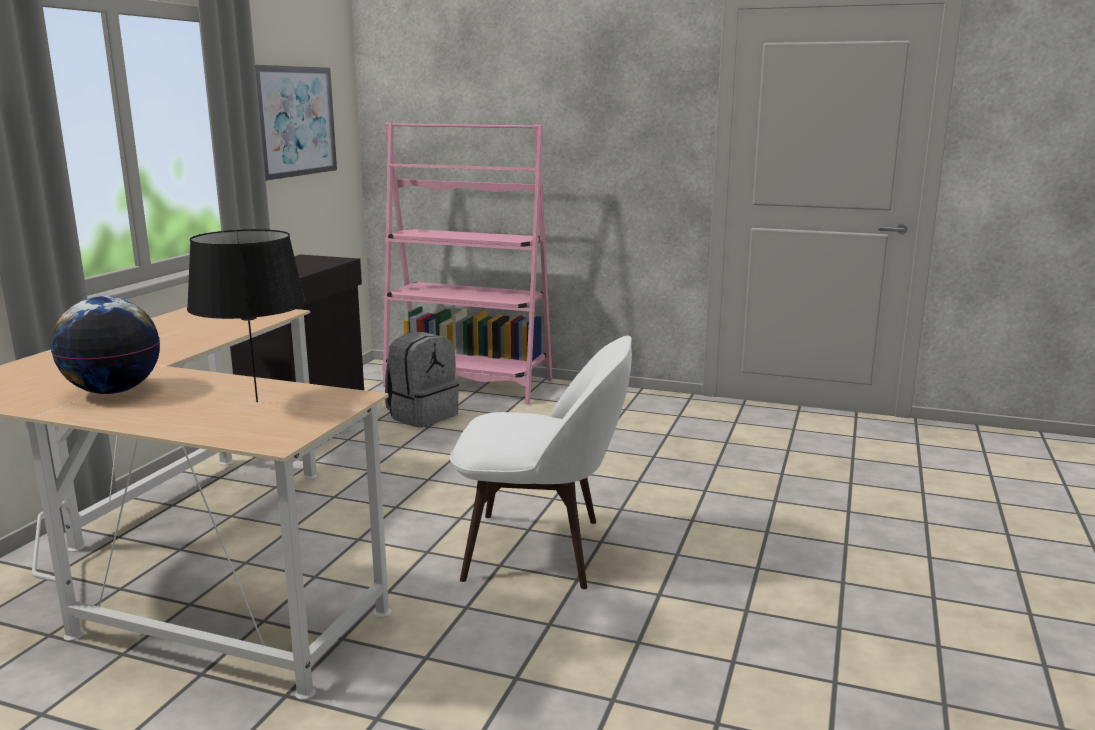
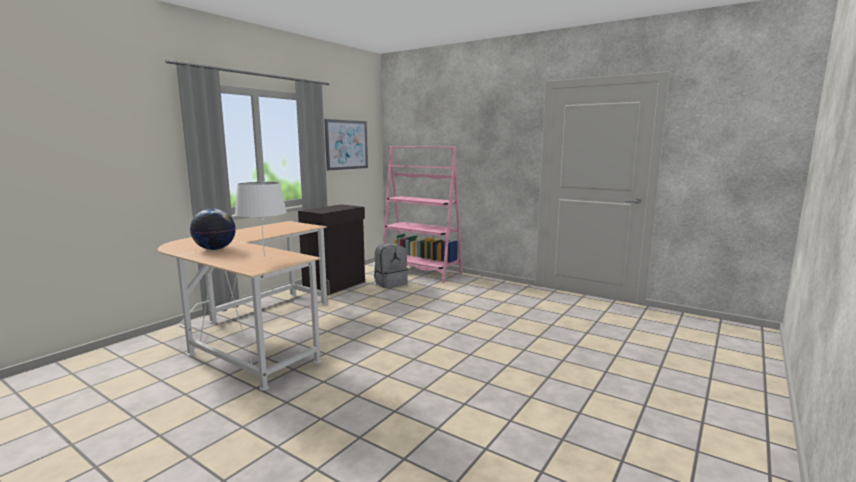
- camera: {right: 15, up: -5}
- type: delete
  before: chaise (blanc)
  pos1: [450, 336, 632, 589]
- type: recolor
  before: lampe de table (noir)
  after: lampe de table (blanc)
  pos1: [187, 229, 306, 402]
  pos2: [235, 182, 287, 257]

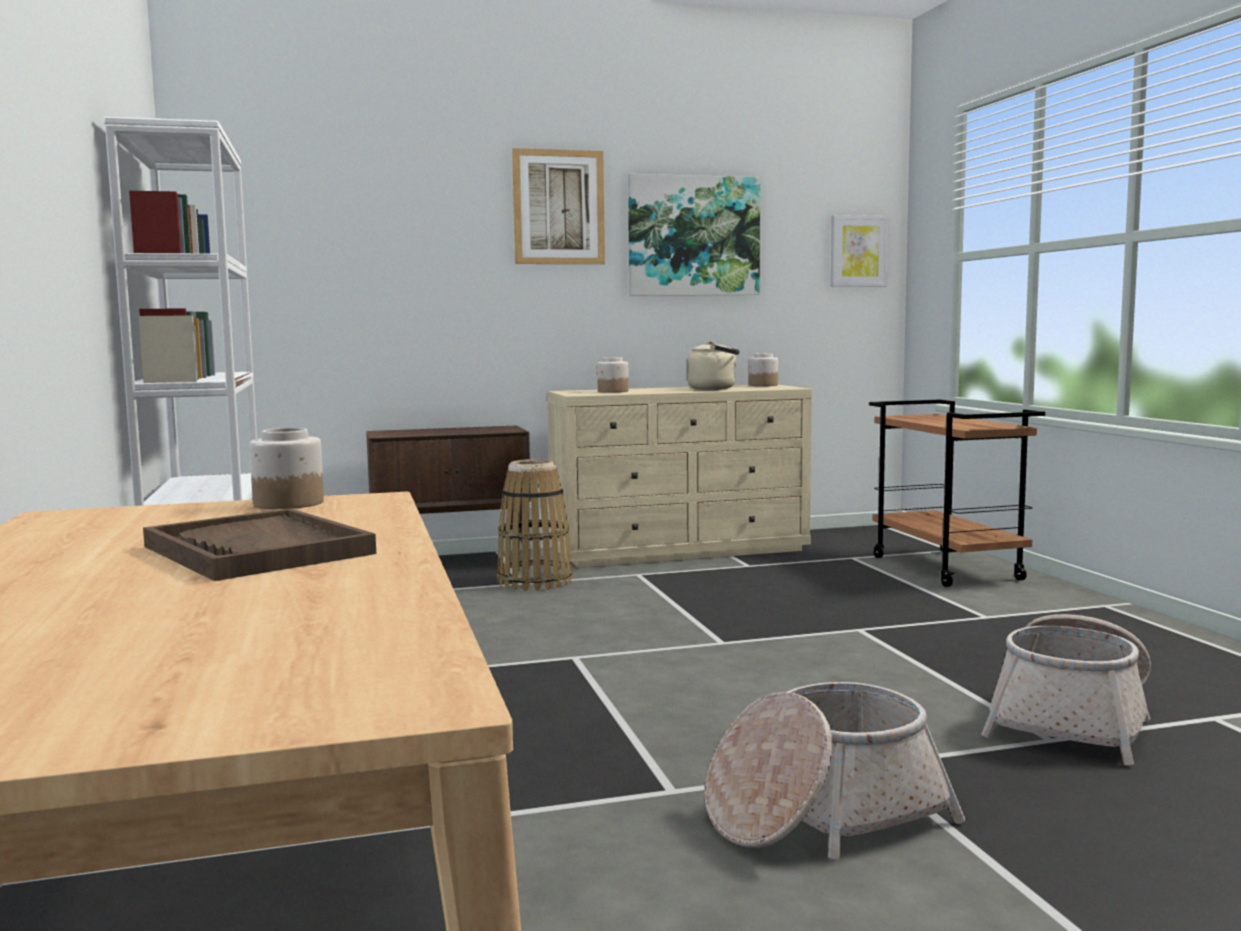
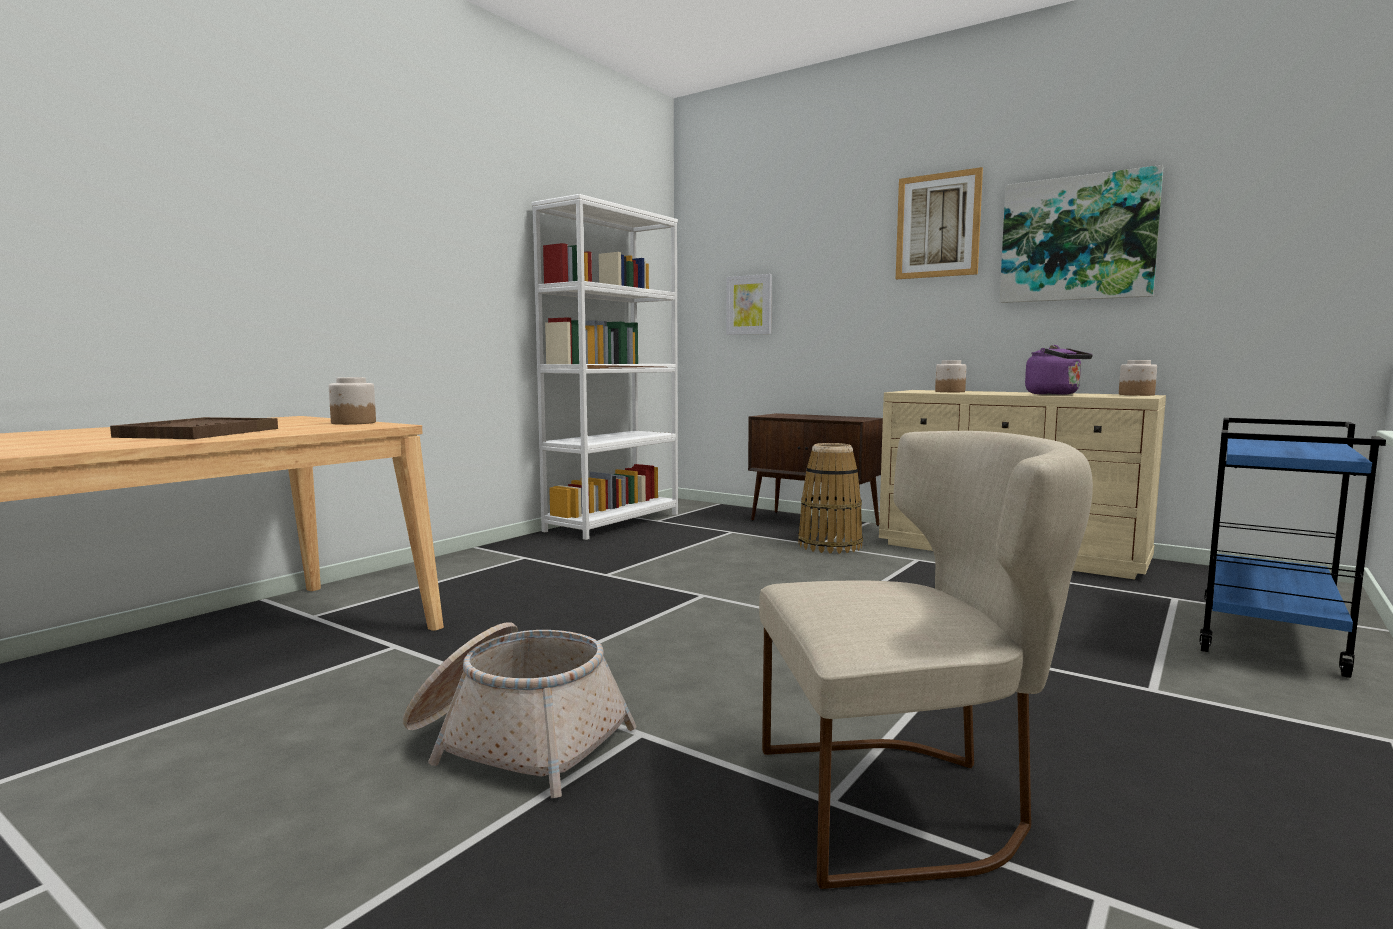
- camera: {right: 50, up: 0}
- type: move
  before: tableau
  pos1: [831, 215, 889, 287]
  pos2: [726, 274, 772, 335]
- type: replace
  before: panier
  after: chaise (beige)
  pos1: [981, 614, 1151, 765]
  pos2: [759, 431, 1093, 889]
- type: recolor
  before: bouilloire (beige)
  after: bouilloire (violet)
  pos1: [687, 341, 739, 390]
  pos2: [1025, 345, 1093, 395]
- type: recolor
  before: chariot (marron)
  after: chariot (bleu)
  pos1: [869, 399, 1045, 587]
  pos2: [1200, 418, 1386, 678]

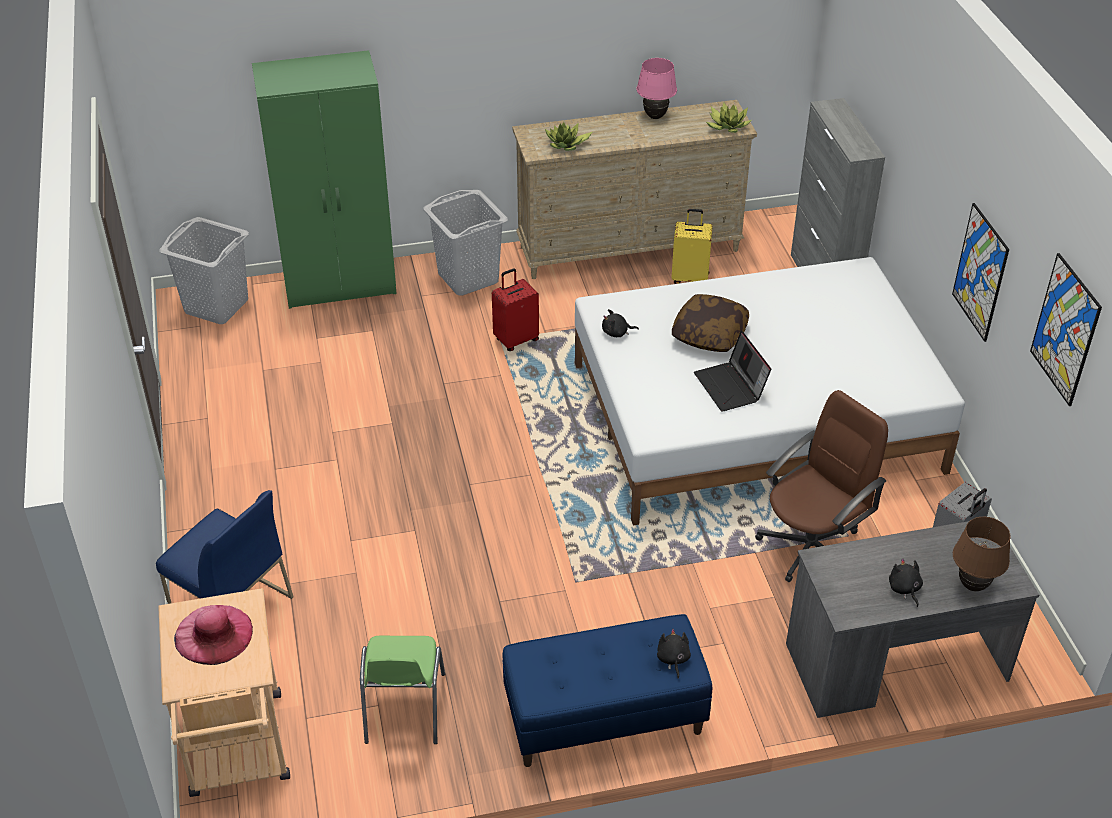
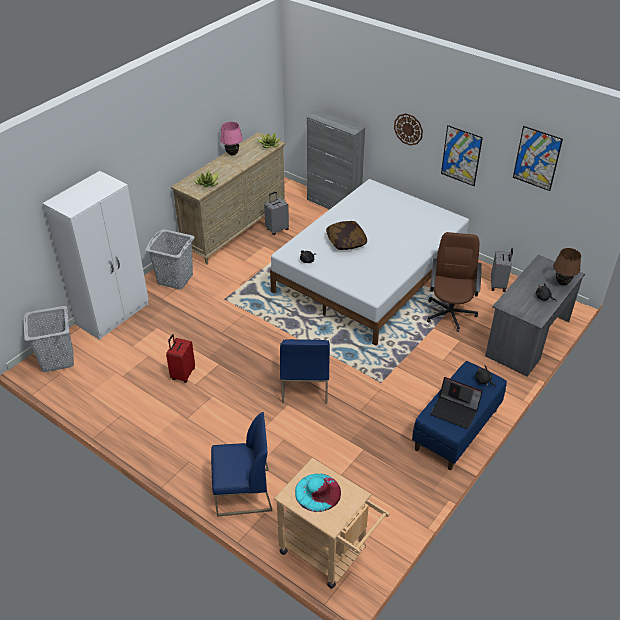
- camera: {right: -40, up: 0}
- type: delete
  before: chaise (vert)
  pos1: [360, 636, 445, 744]
- type: insert
  after: chaise (bleu)
  pos2: [280, 339, 330, 404]
- type: insert
  after: horloge murale
  pos2: [394, 113, 423, 146]
- type: move
  before: valise (rouge)
  pos1: [492, 269, 539, 351]
  pos2: [166, 334, 195, 383]
- type: move
  before: ordinateur portable
  pos1: [694, 331, 771, 412]
  pos2: [430, 377, 483, 429]
- type: recolor
  before: chapeau (rose)
  after: chapeau (turquoise)
  pos1: [174, 605, 253, 665]
  pos2: [295, 474, 341, 512]
- type: recolor
  before: armoire (vert)
  after: armoire (blanc)
  pos1: [252, 50, 397, 309]
  pos2: [43, 171, 149, 340]
- type: recolor
  before: valise (jaune)
  after: valise (gris)
  pos1: [671, 209, 713, 284]
  pos2: [264, 192, 289, 235]

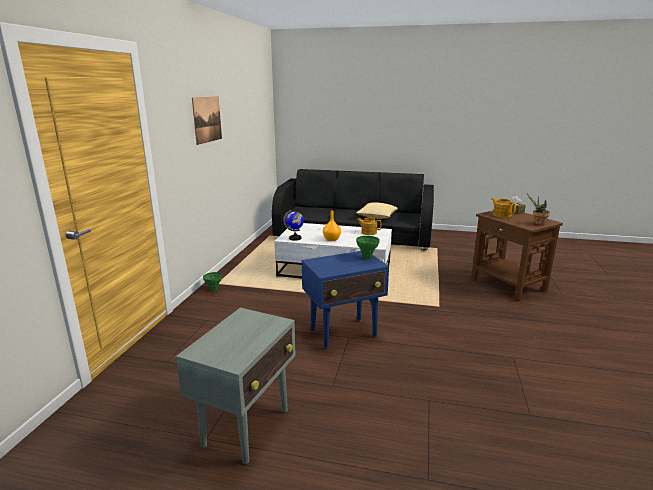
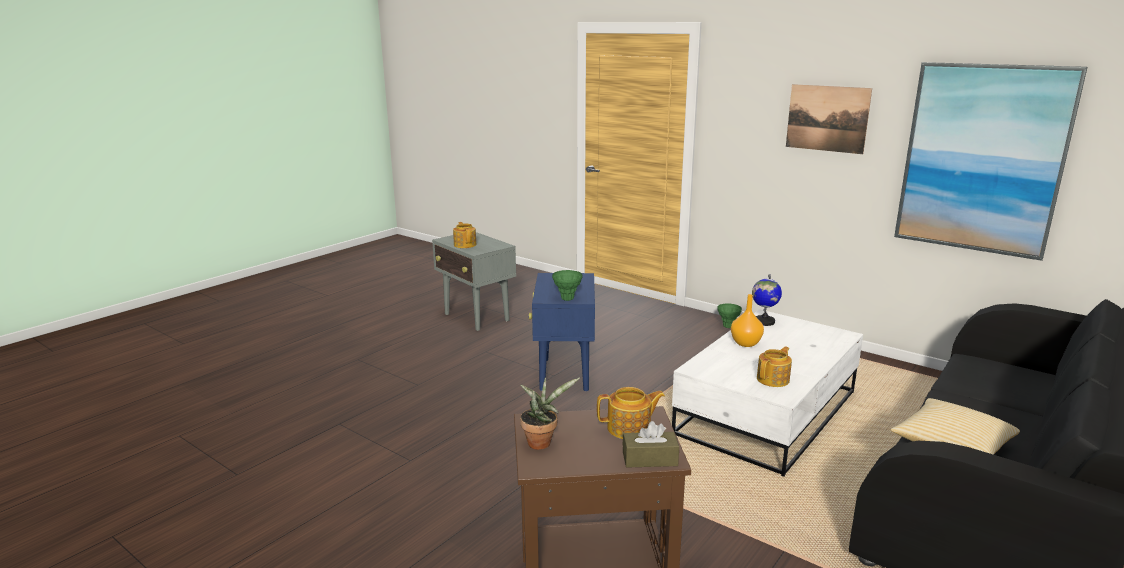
- camera: {right: 115, up: 0}
- type: insert
  after: théière
  pos2: [453, 222, 476, 248]
- type: insert
  after: tableau
  pos2: [894, 62, 1087, 261]

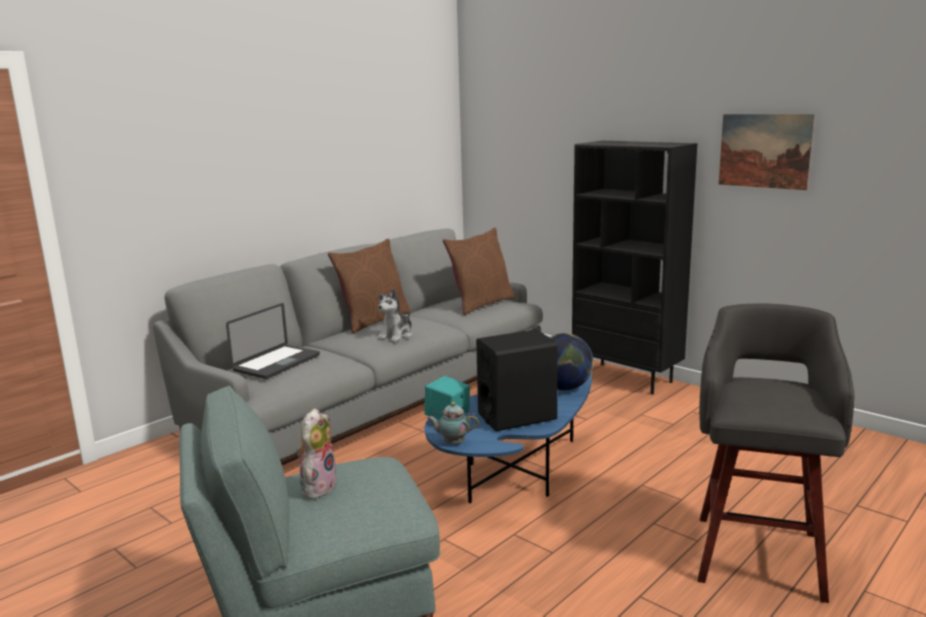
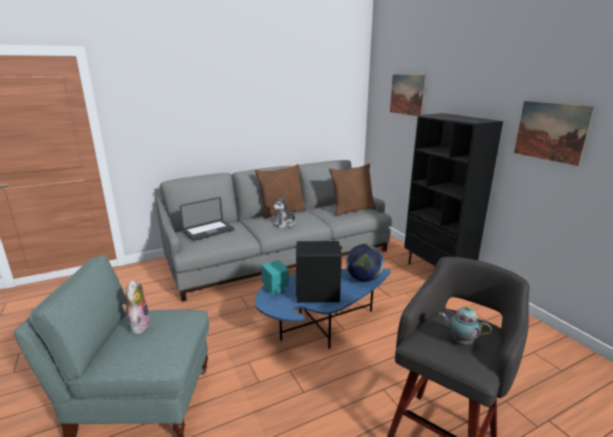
- camera: {right: 20, up: 5}
- type: insert
  after: tableau
  pos2: [390, 74, 426, 116]
- type: move
  before: théière
  pos1: [427, 402, 479, 443]
  pos2: [439, 306, 492, 344]
- type: rotate
  before: peluche
  pos1: [296, 408, 337, 499]
  pos2: [122, 280, 151, 334]
  turn: -45

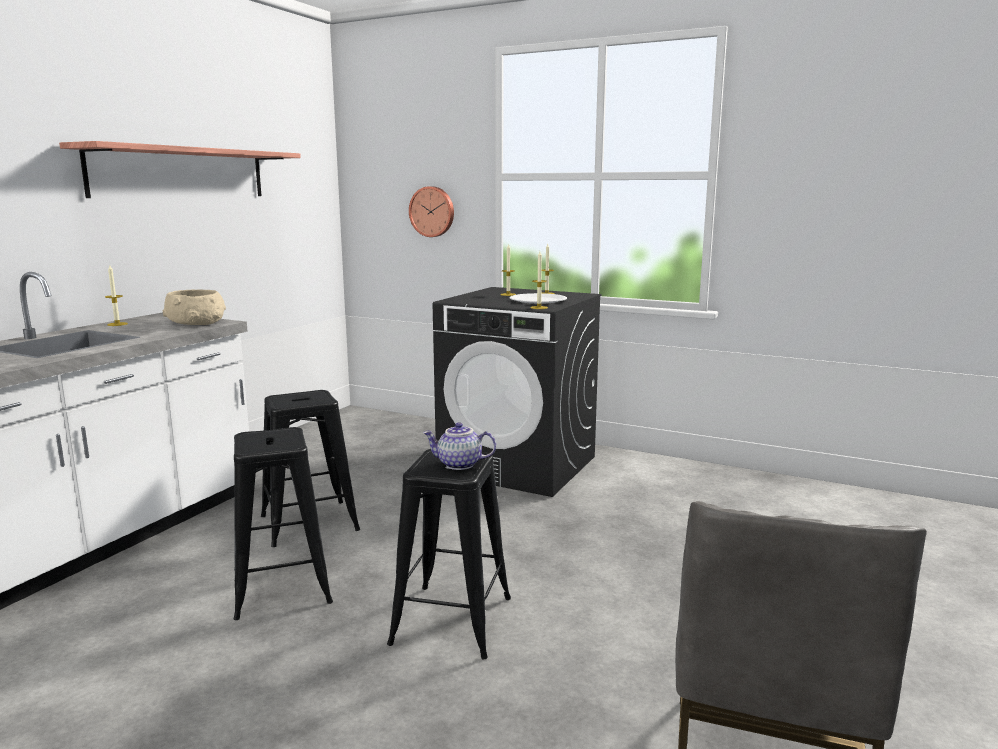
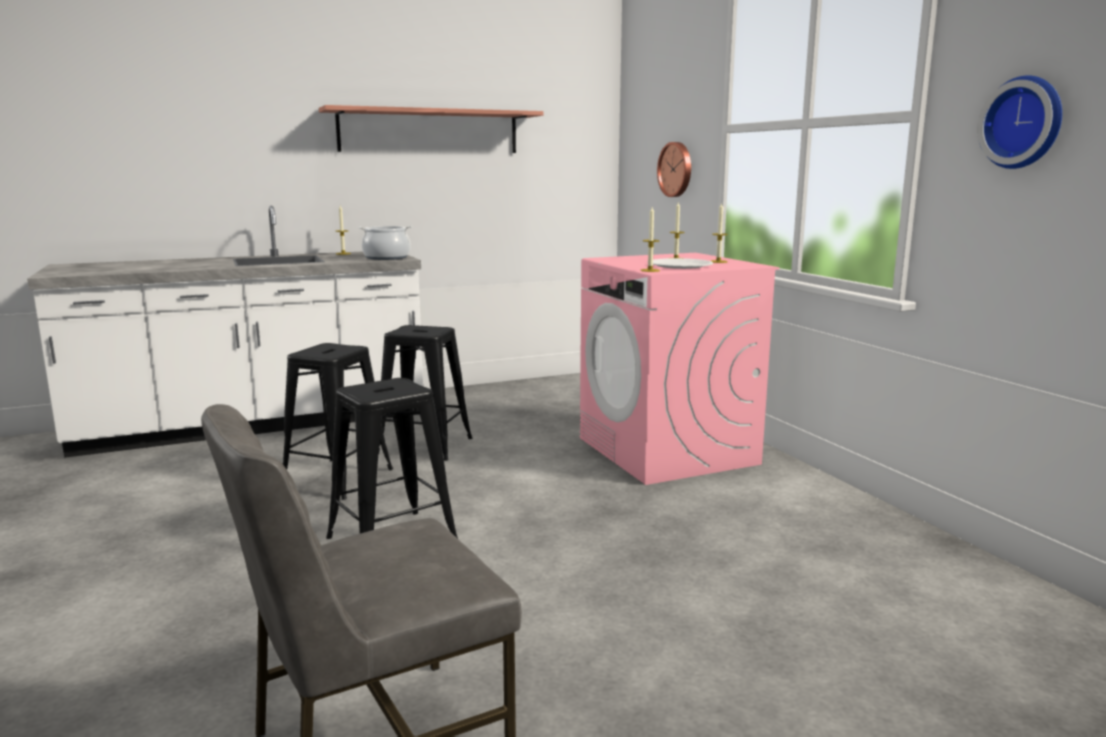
- camera: {right: 40, up: 0}
- type: delete
  before: théière
  pos1: [423, 422, 496, 470]
- type: insert
  after: horloge murale
  pos2: [977, 75, 1062, 169]
- type: replace
  before: bol (beige)
  after: marmite
  pos1: [163, 289, 226, 325]
  pos2: [358, 226, 412, 260]
- type: recolor
  before: lave-linge (noir)
  after: lave-linge (rose)
  pos1: [433, 287, 602, 497]
  pos2: [580, 253, 779, 485]

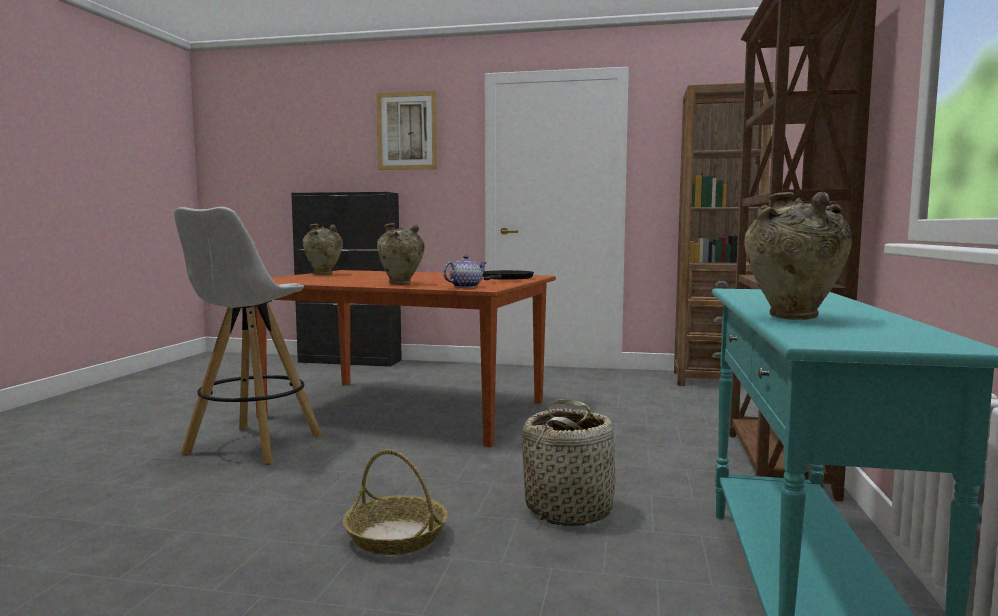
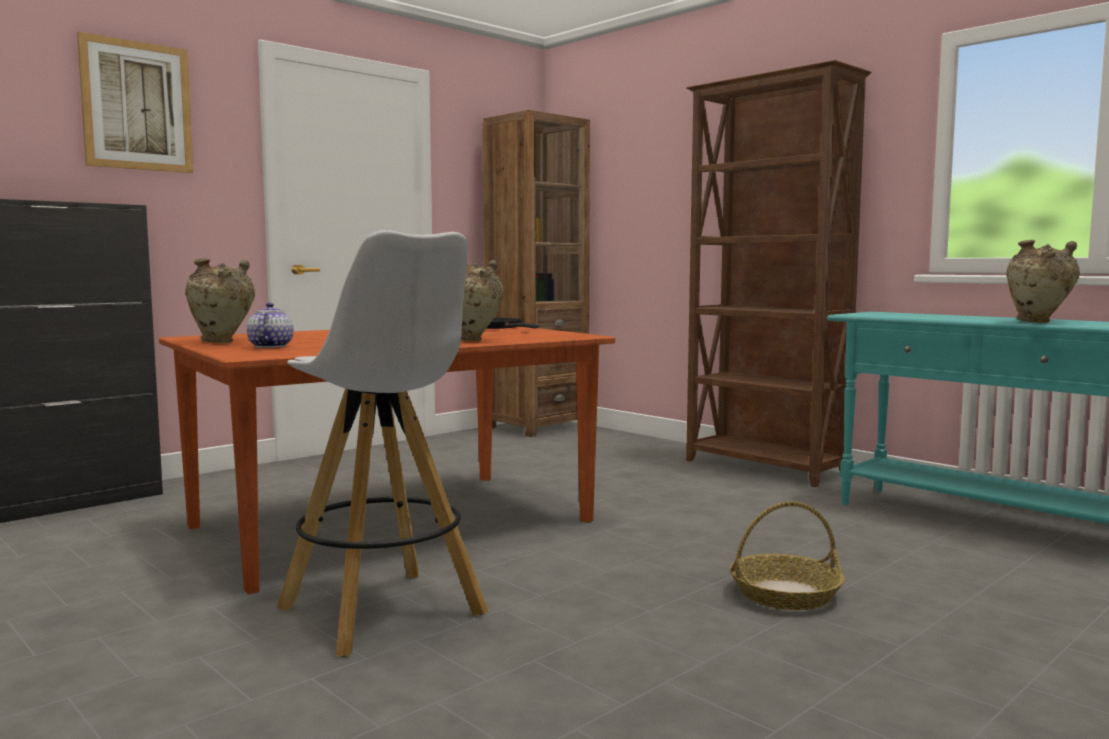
- camera: {right: -55, up: 0}
- type: delete
  before: panier
  pos1: [522, 399, 616, 526]
- type: move
  before: théière
  pos1: [443, 255, 486, 288]
  pos2: [247, 303, 293, 348]

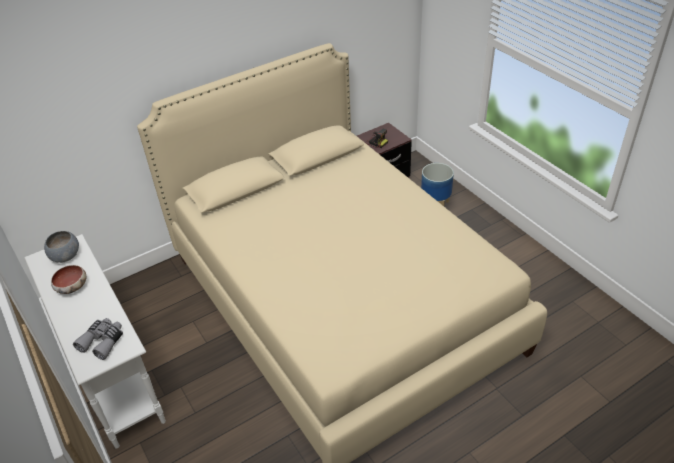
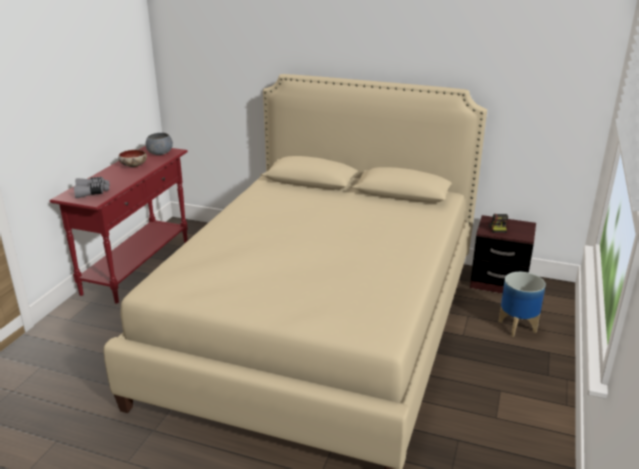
- camera: {right: 50, up: -15}
- type: recolor
  before: table console (blanc)
  after: table console (rouge)
  pos1: [25, 234, 166, 449]
  pos2: [50, 146, 188, 303]

